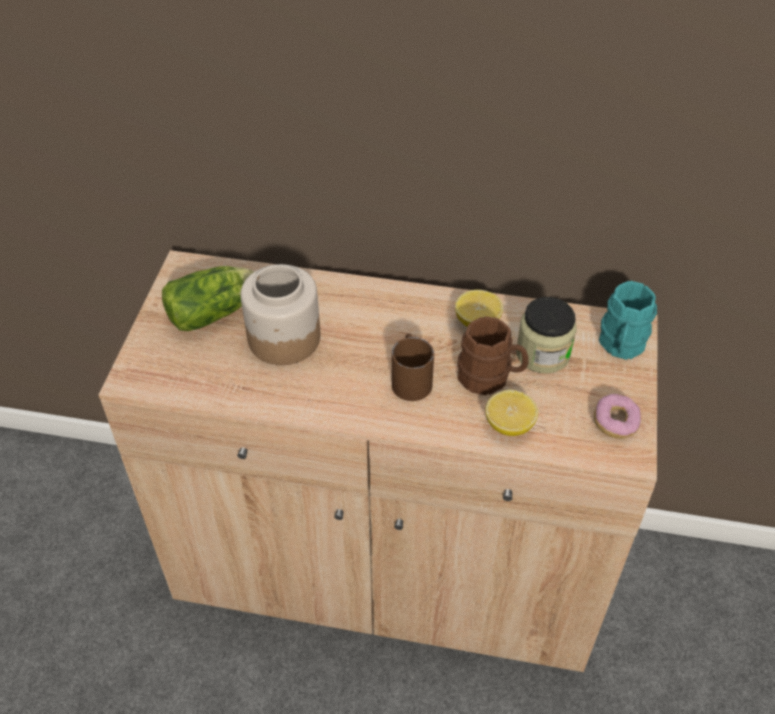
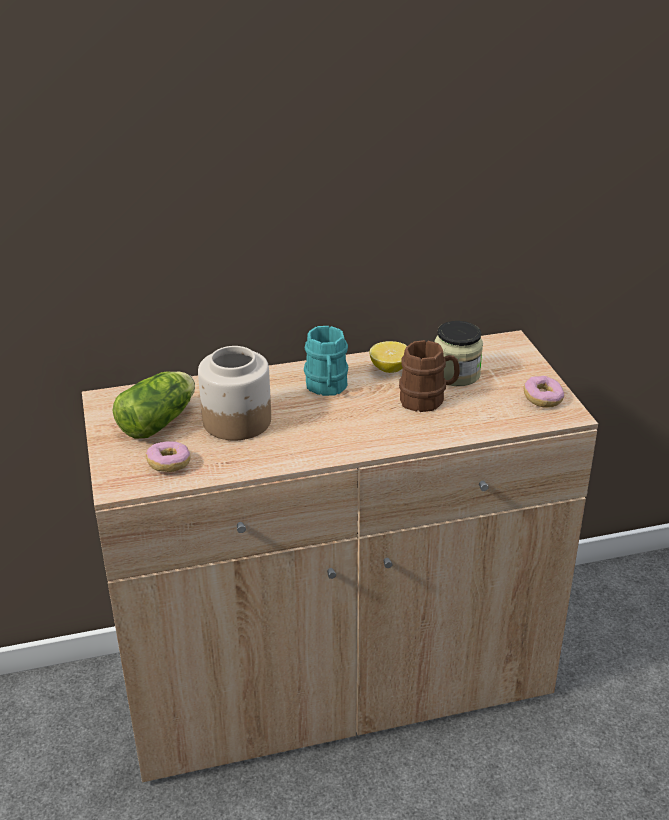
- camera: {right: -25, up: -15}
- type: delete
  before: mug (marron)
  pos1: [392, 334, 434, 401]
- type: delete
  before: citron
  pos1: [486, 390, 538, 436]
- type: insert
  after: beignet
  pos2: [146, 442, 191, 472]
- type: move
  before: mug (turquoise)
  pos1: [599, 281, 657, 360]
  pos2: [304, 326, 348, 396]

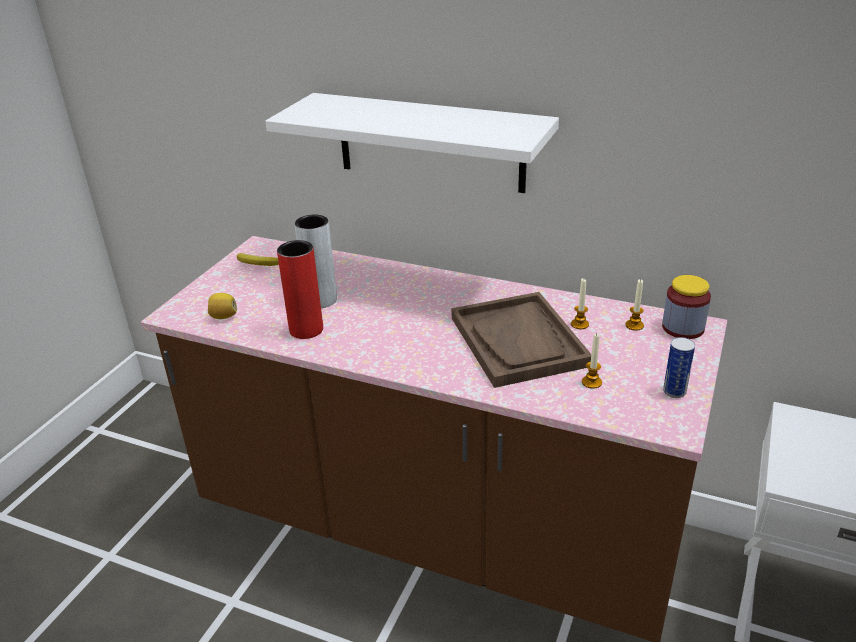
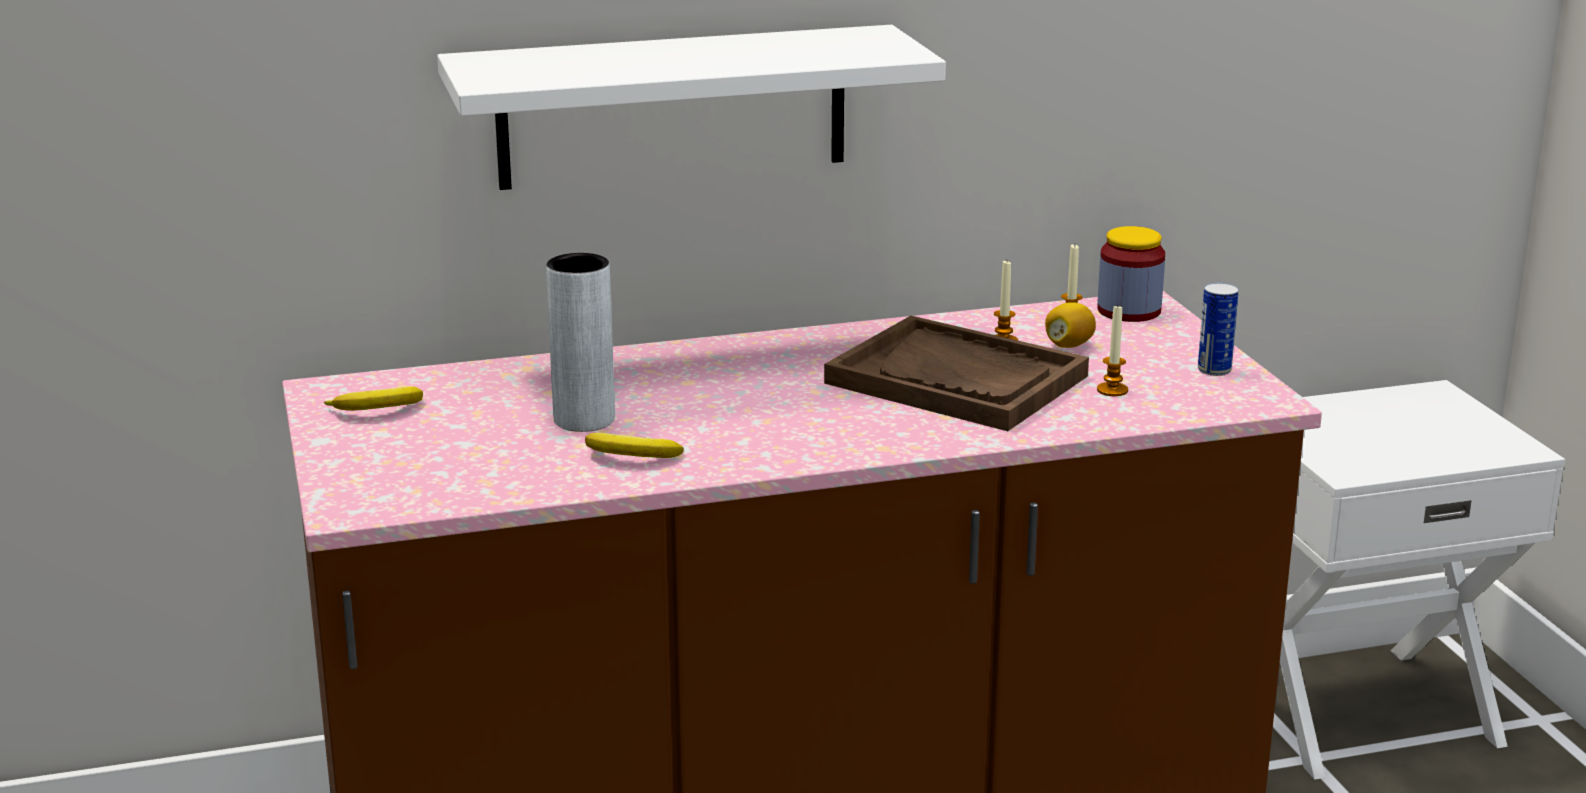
- camera: {right: -40, up: -10}
- type: move
  before: citron
  pos1: [208, 293, 237, 319]
  pos2: [1045, 302, 1096, 348]
- type: replace
  before: vase (rouge)
  after: banane
  pos1: [277, 240, 323, 339]
  pos2: [585, 433, 684, 458]

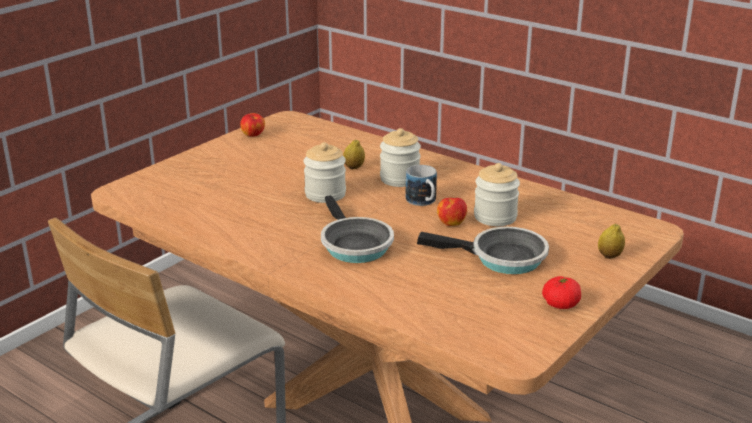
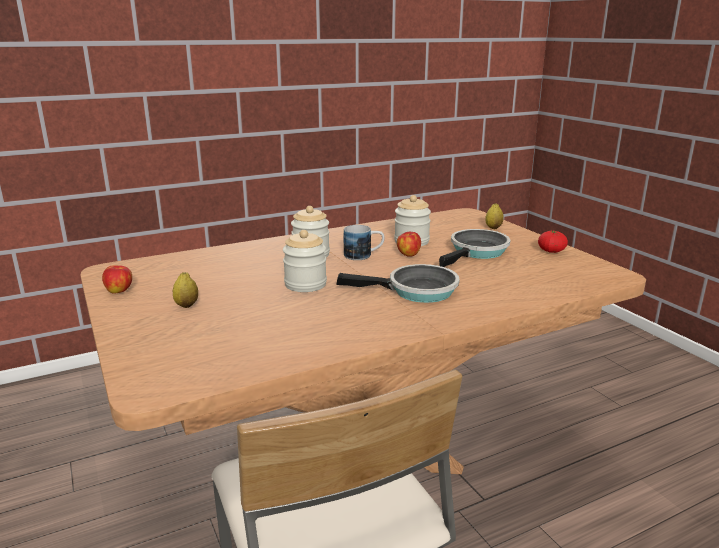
- camera: {right: -65, up: -5}
- type: move
  before: citron
  pos1: [343, 139, 365, 169]
  pos2: [173, 272, 198, 308]

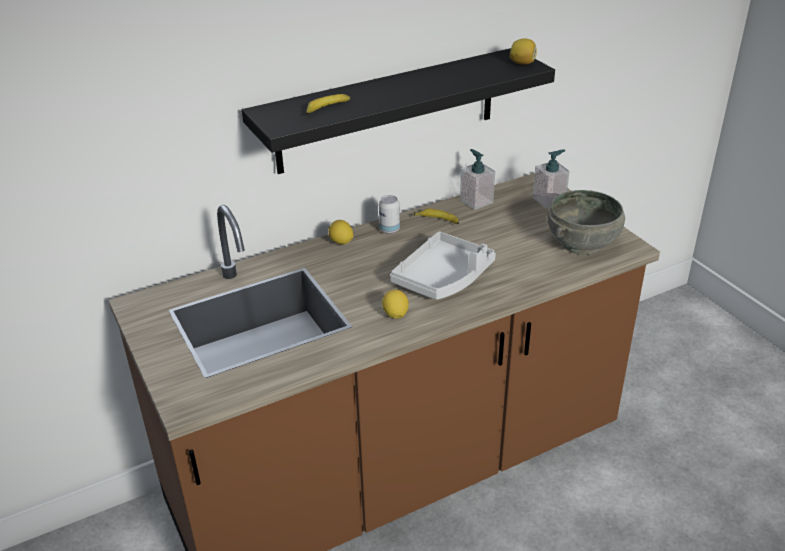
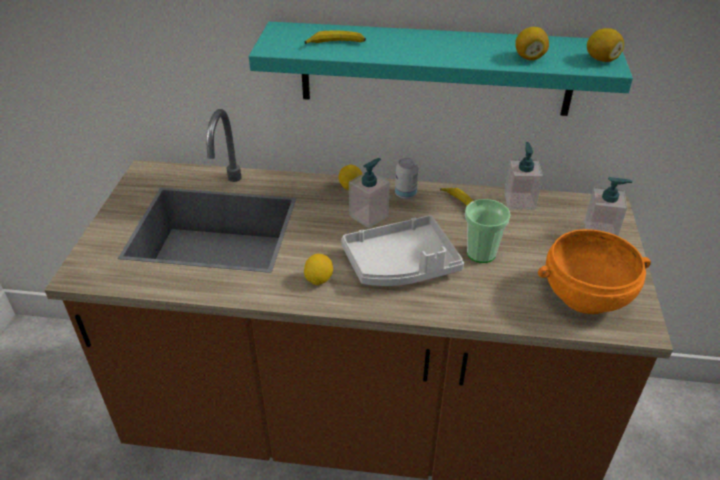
- camera: {right: 35, up: 5}
- type: insert
  after: distributeur de savon
  pos2: [349, 158, 390, 228]
- type: insert
  after: tasse
  pos2: [465, 199, 511, 263]
- type: insert
  after: citron
  pos2: [515, 27, 549, 60]
- type: recolor
  before: étagère (noir)
  after: étagère (turquoise)
  pos1: [242, 48, 555, 174]
  pos2: [249, 21, 633, 116]
- type: recolor
  before: bol (gris)
  after: bol (orange)
  pos1: [548, 190, 625, 255]
  pos2: [538, 229, 651, 314]

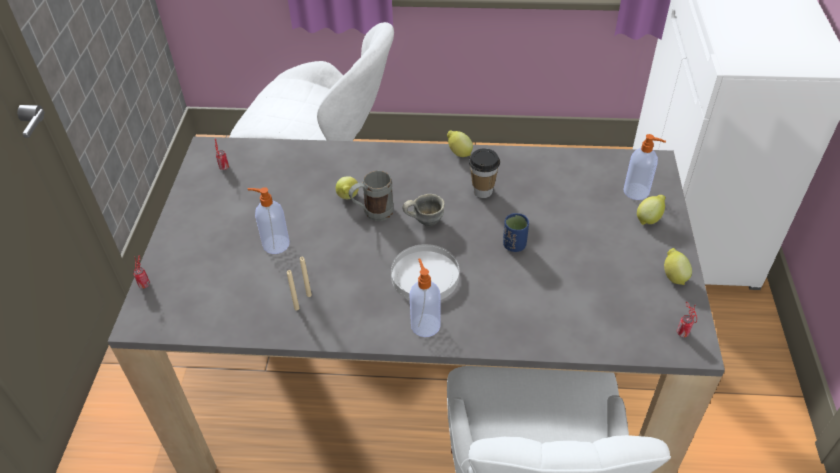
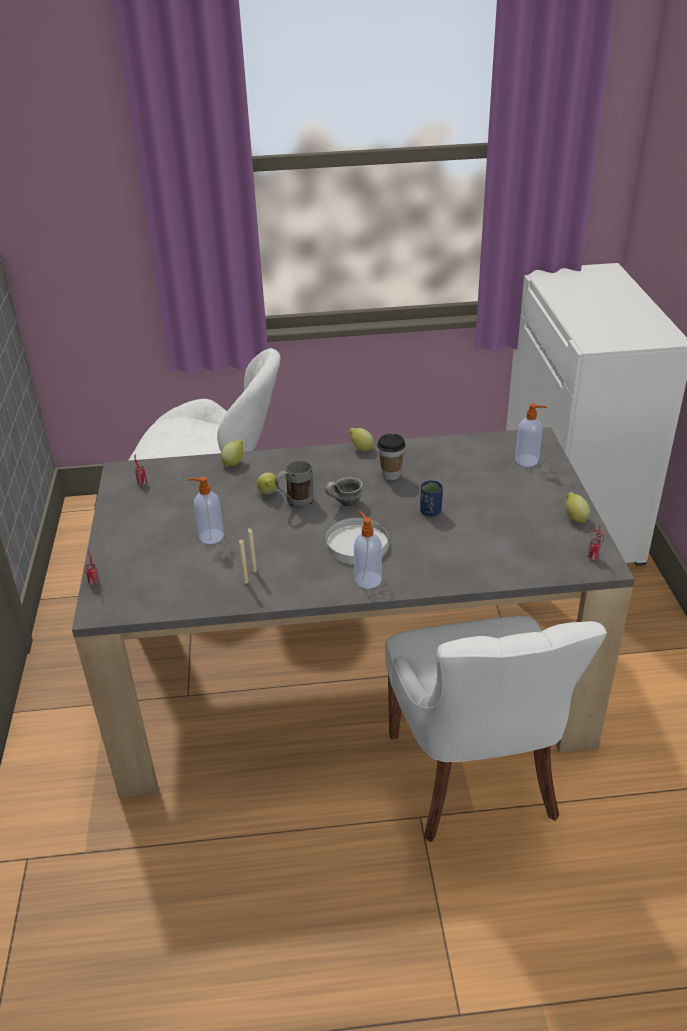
- camera: {right: -10, up: -10}
- type: move
  before: citron
  pos1: [637, 195, 665, 225]
  pos2: [220, 440, 243, 467]

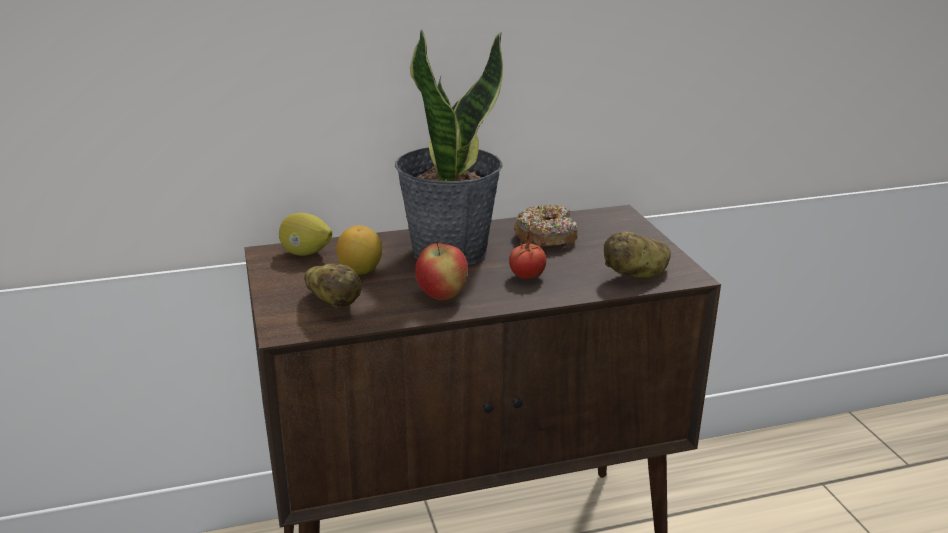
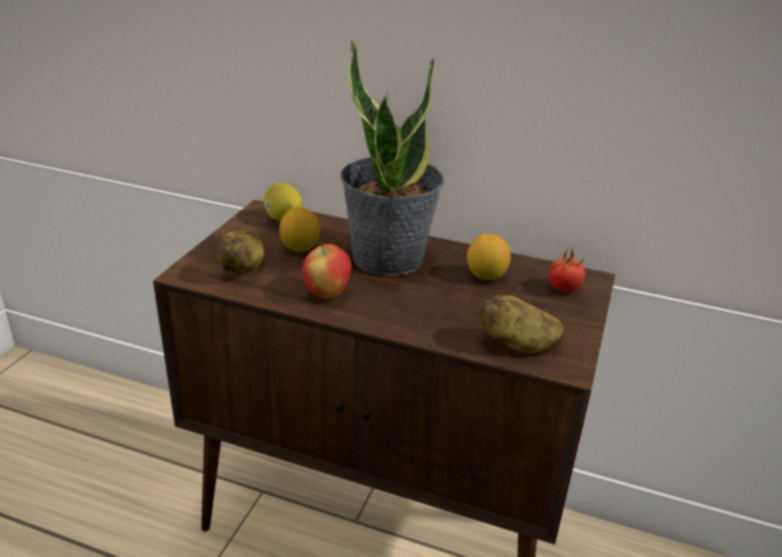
- camera: {right: 35, up: 5}
- type: move
  before: tomate
  pos1: [509, 232, 546, 279]
  pos2: [548, 248, 585, 292]
- type: replace
  before: beignet
  after: citron
  pos1: [514, 204, 578, 248]
  pos2: [467, 234, 511, 280]

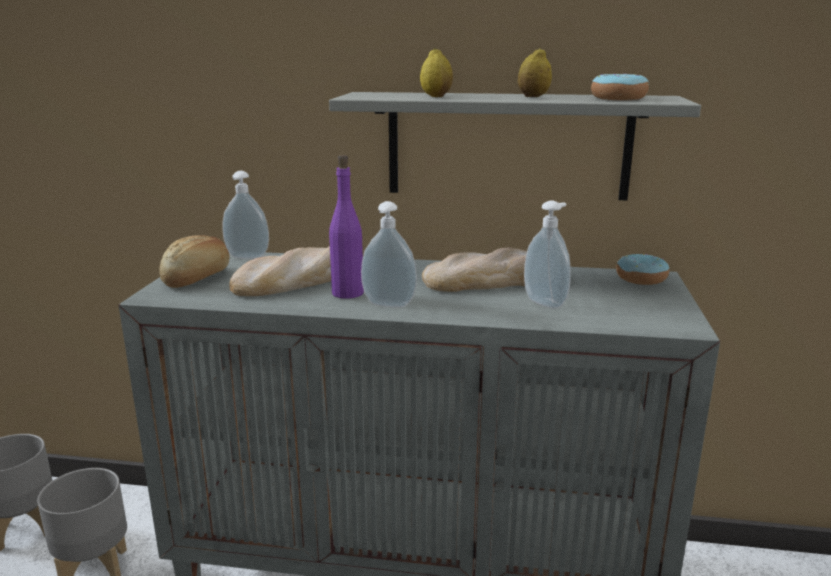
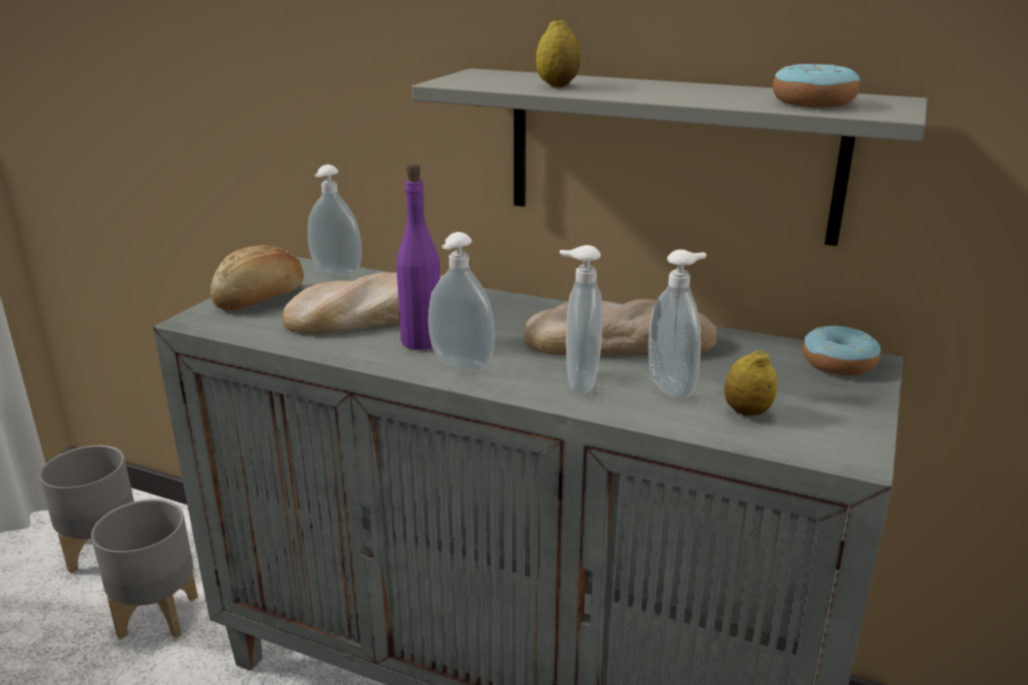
- camera: {right: 15, up: 5}
- type: insert
  after: distributeur de savon
  pos2: [559, 245, 603, 394]
- type: move
  before: citron
  pos1: [518, 48, 552, 97]
  pos2: [724, 350, 777, 416]

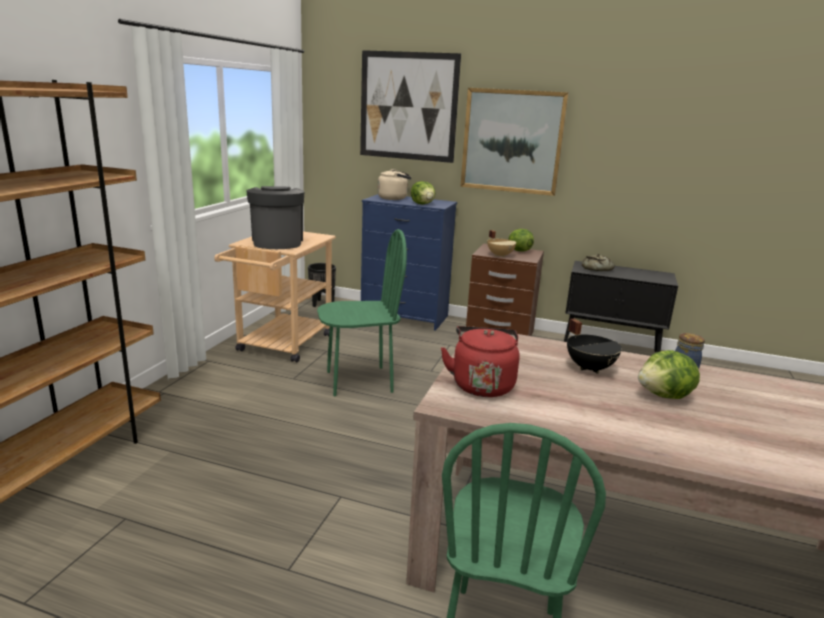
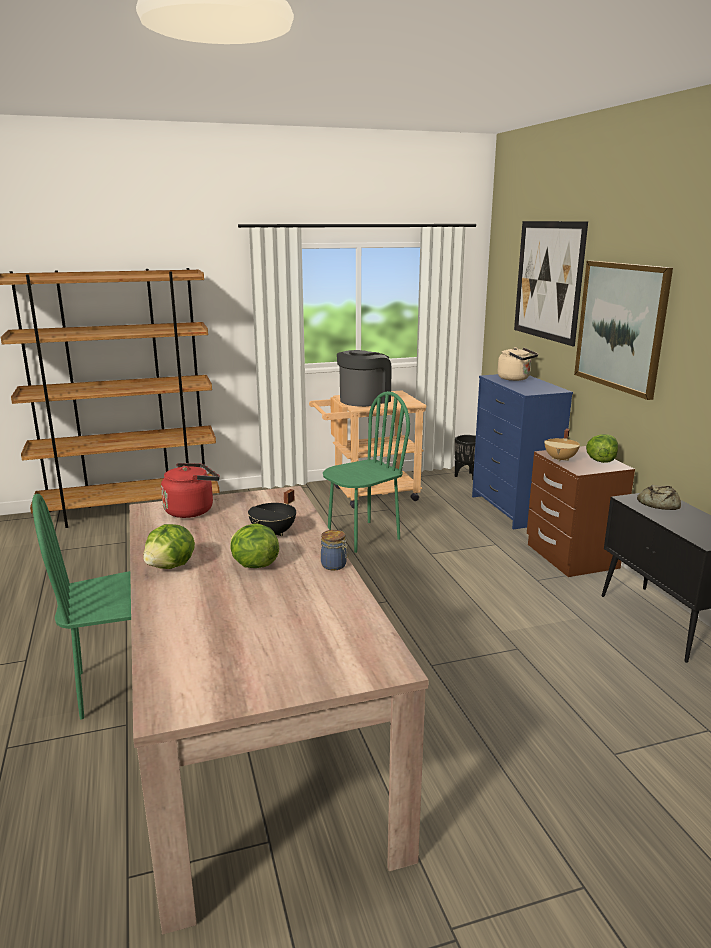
- camera: {right: 55, up: 0}
- type: move
  before: laitue
  pos1: [411, 181, 436, 204]
  pos2: [143, 524, 195, 569]
- type: rotate
  before: chaise (vert)
  pos1: [317, 229, 407, 396]
  pos2: [323, 391, 410, 553]
  turn: -75

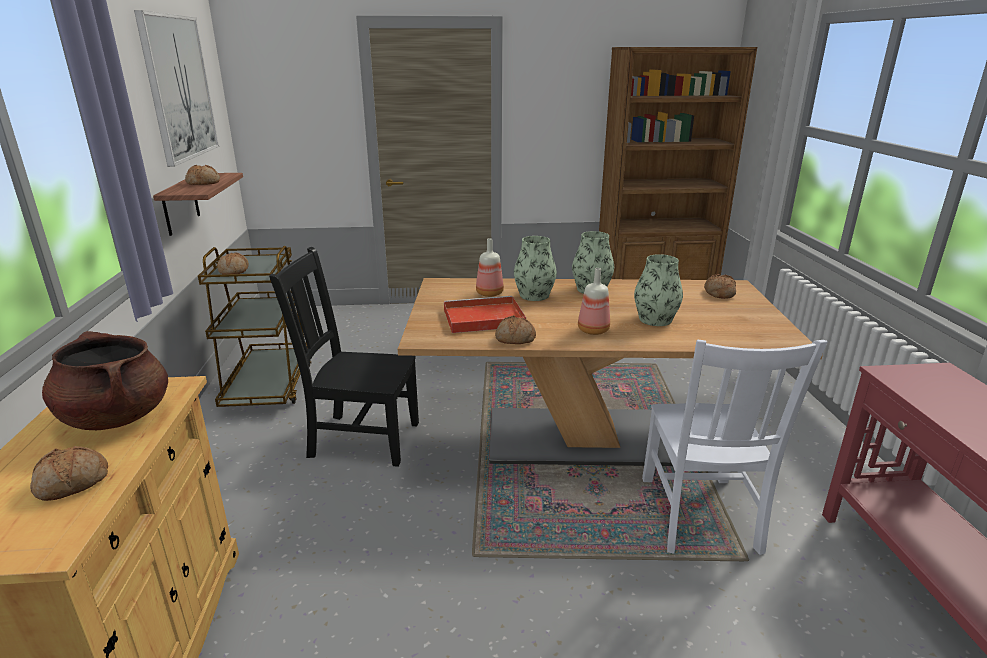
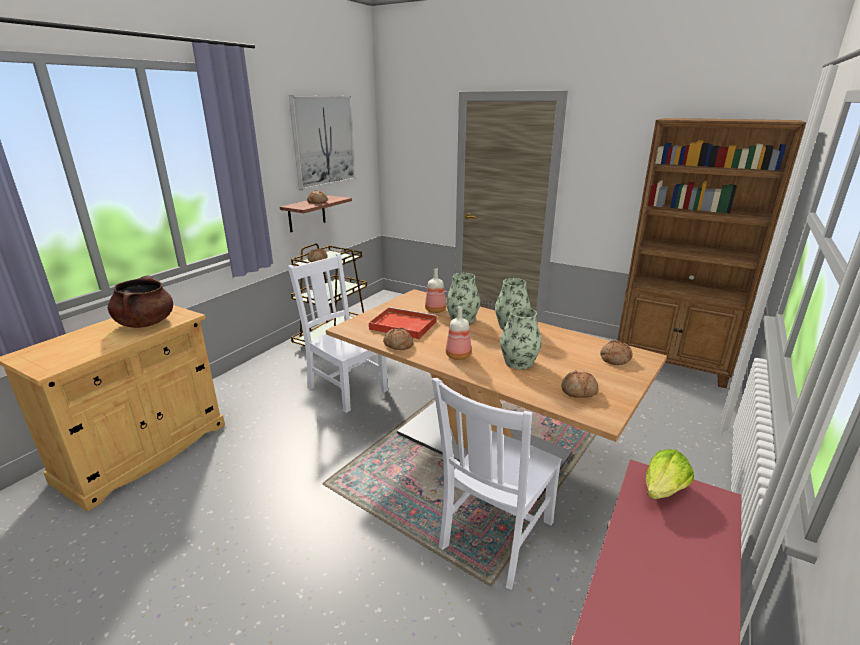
- camera: {right: 35, up: 0}
- type: insert
  after: laitue
  pos2: [646, 449, 694, 499]
- type: move
  before: pain
  pos1: [30, 446, 108, 501]
  pos2: [562, 370, 599, 398]
- type: recolor
  before: chaise (noir)
  after: chaise (blanc)
  pos1: [269, 247, 419, 467]
  pos2: [288, 253, 388, 413]

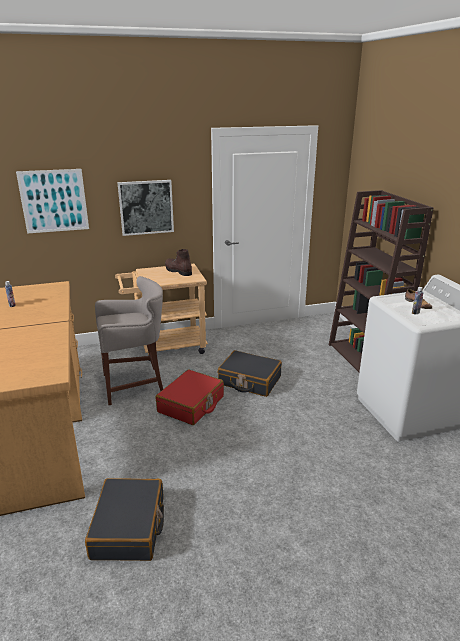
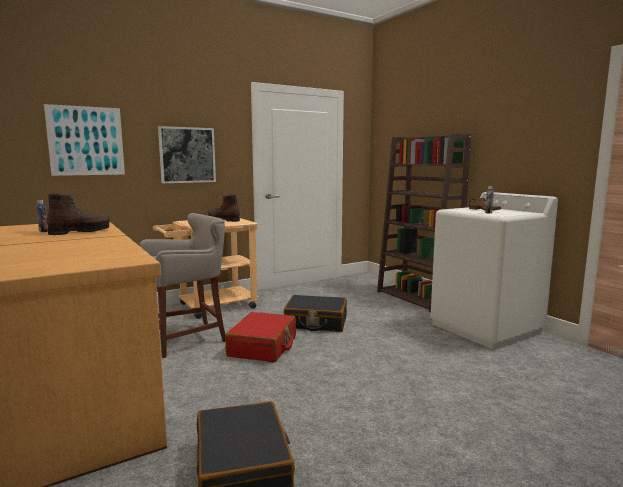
- camera: {right: -15, up: -15}
- type: insert
  after: botte (marron)
  pos2: [47, 193, 110, 235]

